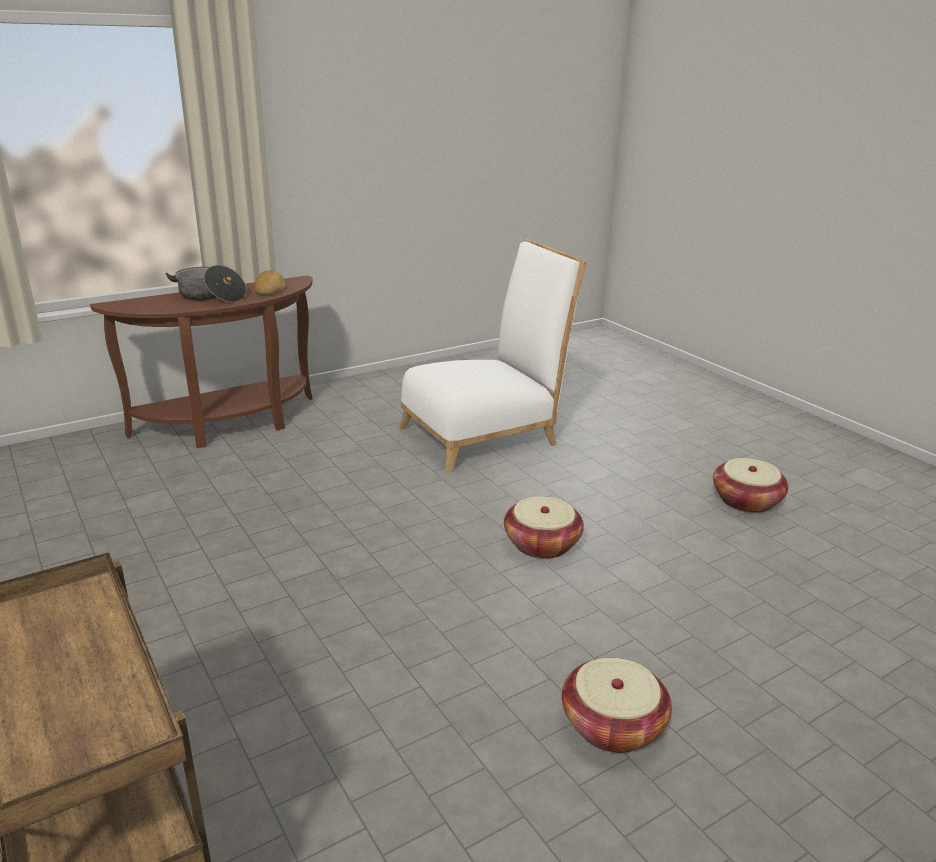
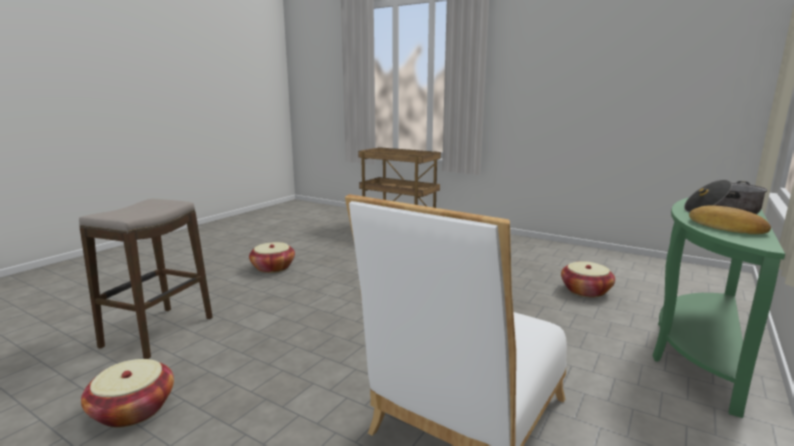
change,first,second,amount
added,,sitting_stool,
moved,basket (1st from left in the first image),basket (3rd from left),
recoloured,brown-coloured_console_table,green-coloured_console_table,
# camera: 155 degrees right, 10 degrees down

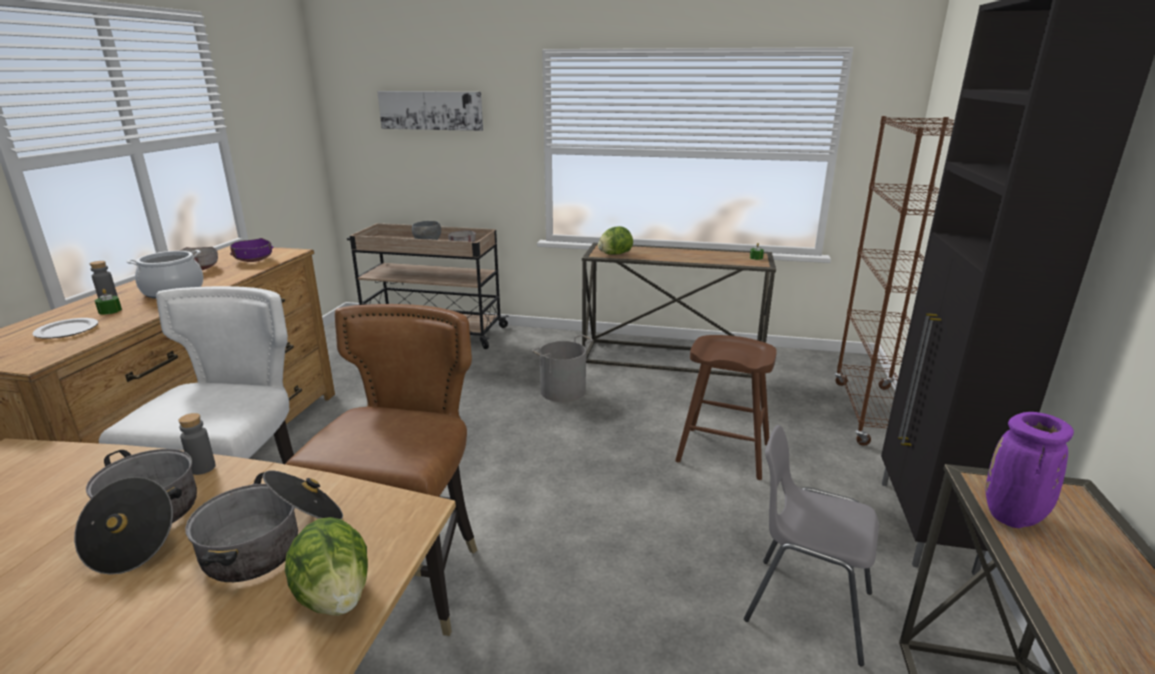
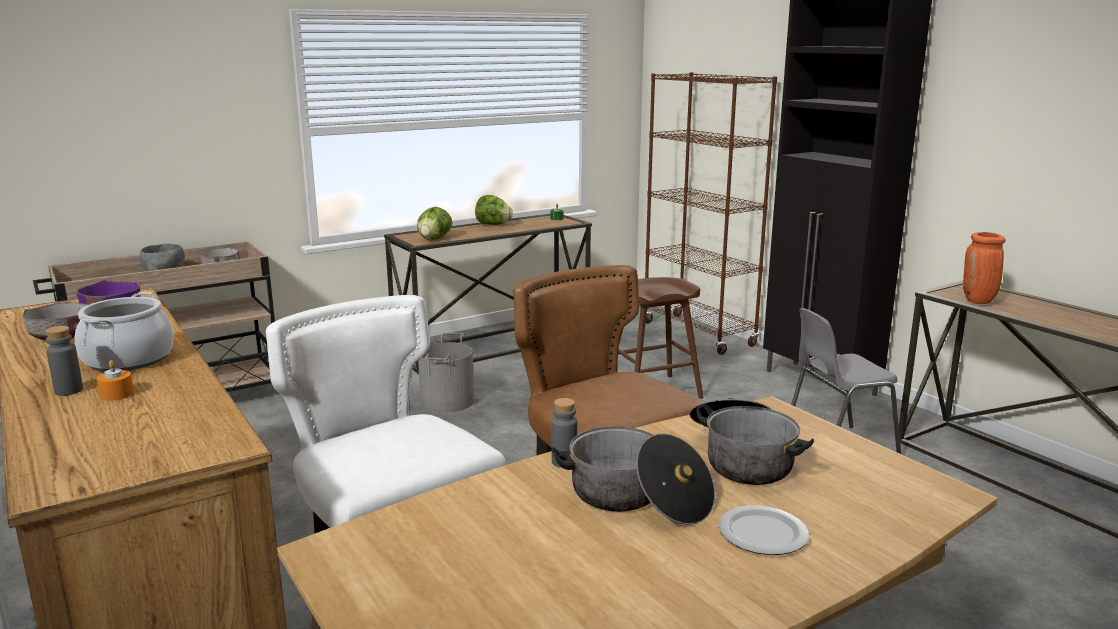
change,first,second,amount
recoloured,green-coloured_wax_candle (1st from left),orangey_wax_candle,
moved,head_of_lettuce (1st from left in the first image),head_of_lettuce (2nd from left),
moved,plate,,
recoloured,purplish_decorative_vase,orangey_decorative_vase,
removed,picture,,
# camera: 45 degrees left, 5 degrees down

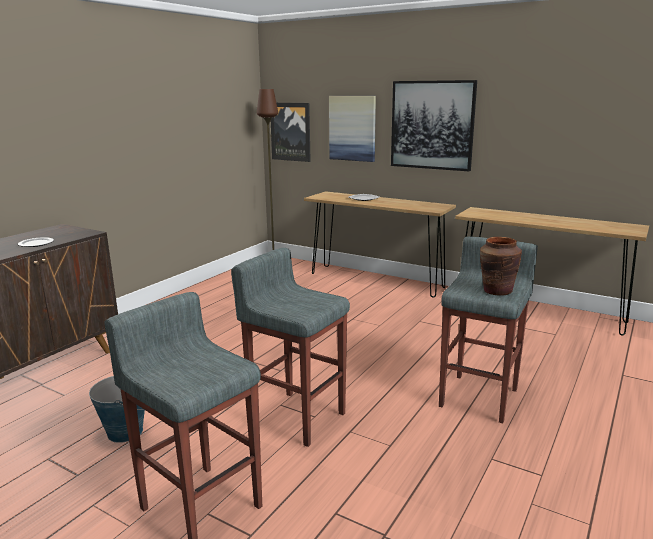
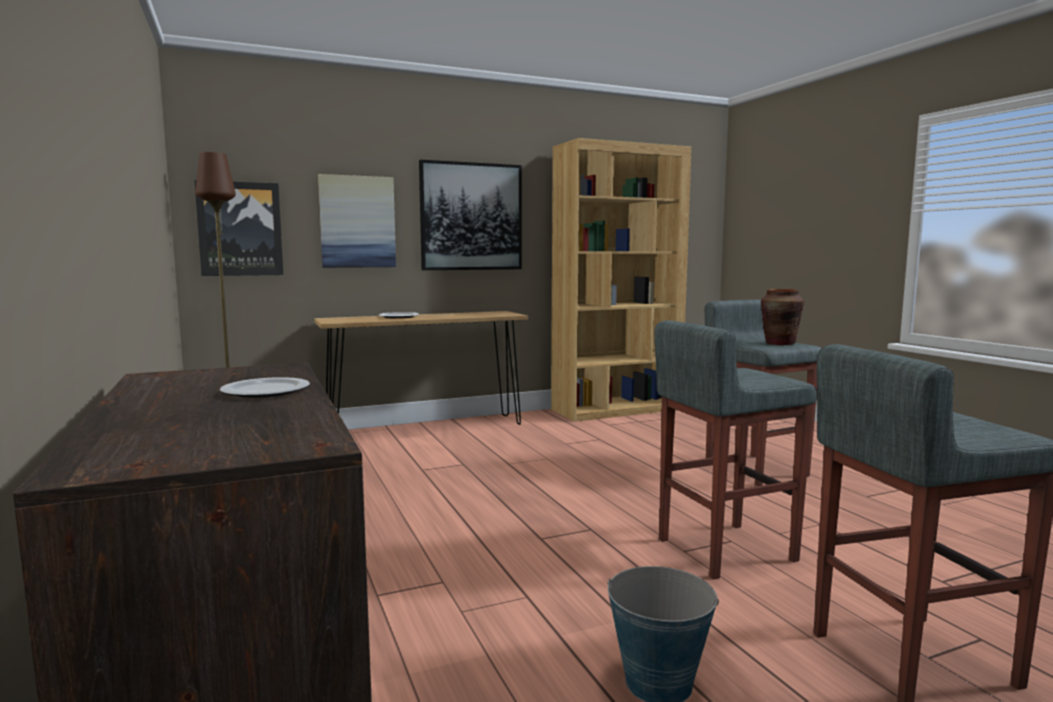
change,first,second,amount
replaced,brown-coloured_console_table (2nd from left),brown-coloured_shelving_unit,
# camera: 55 degrees left, 10 degrees down

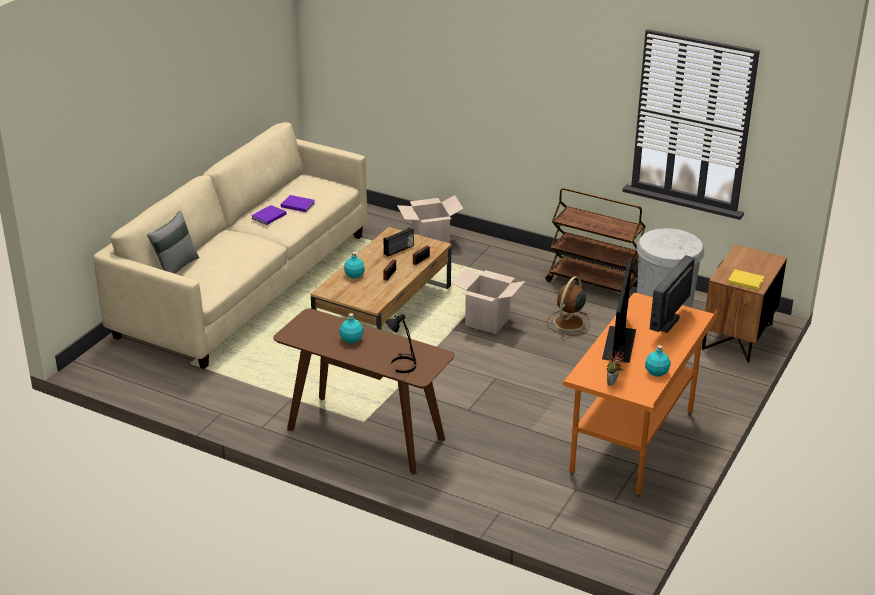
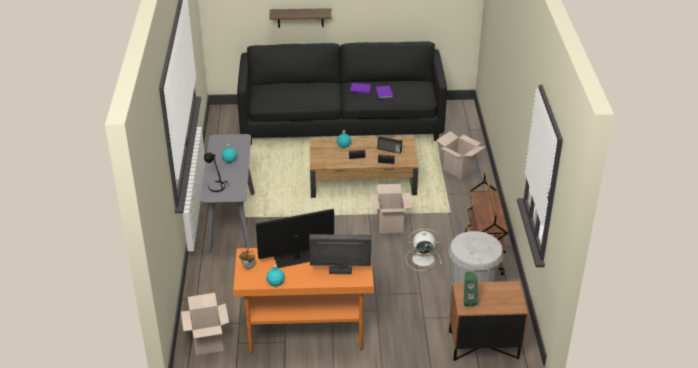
change,first,second,amount
added,,cardboard_box (1st from left),
recoloured,brown-coloured_console_table,gray_console_table,
recoloured,beige_sofa,black_sofa,
added,,bracket_shelf,
recoloured,brown-coloured_electric_fan,white_electric_fan,
replaced,yellow_bound_book,green-coloured_loudspeaker,
removed,gray_cushion,,
# camera: 60 degrees right, 5 degrees up

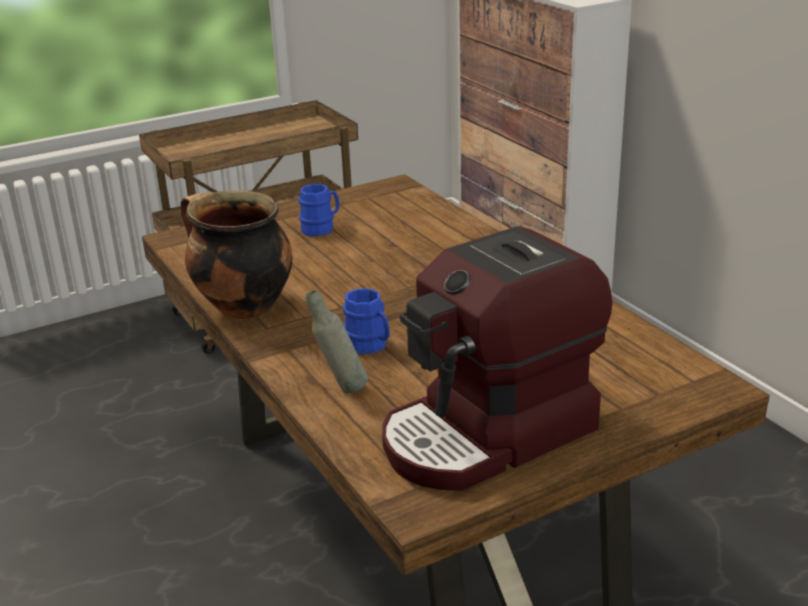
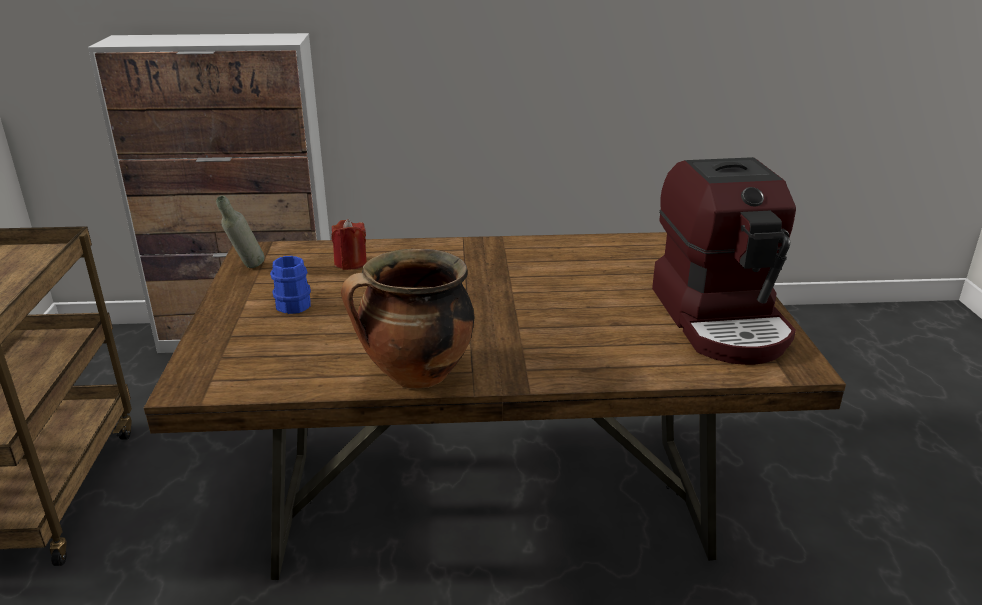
change,first,second,amount
moved,gray_beverage_bottle,,
added,,red_wax_candle,
removed,bluish_coffee_mug (2nd from left),,
# camera: 65 degrees left, 0 degrees up

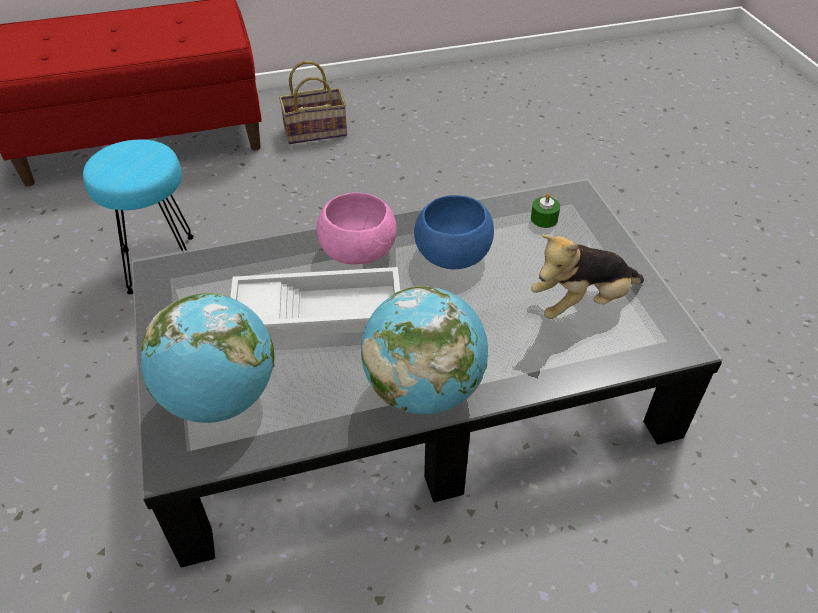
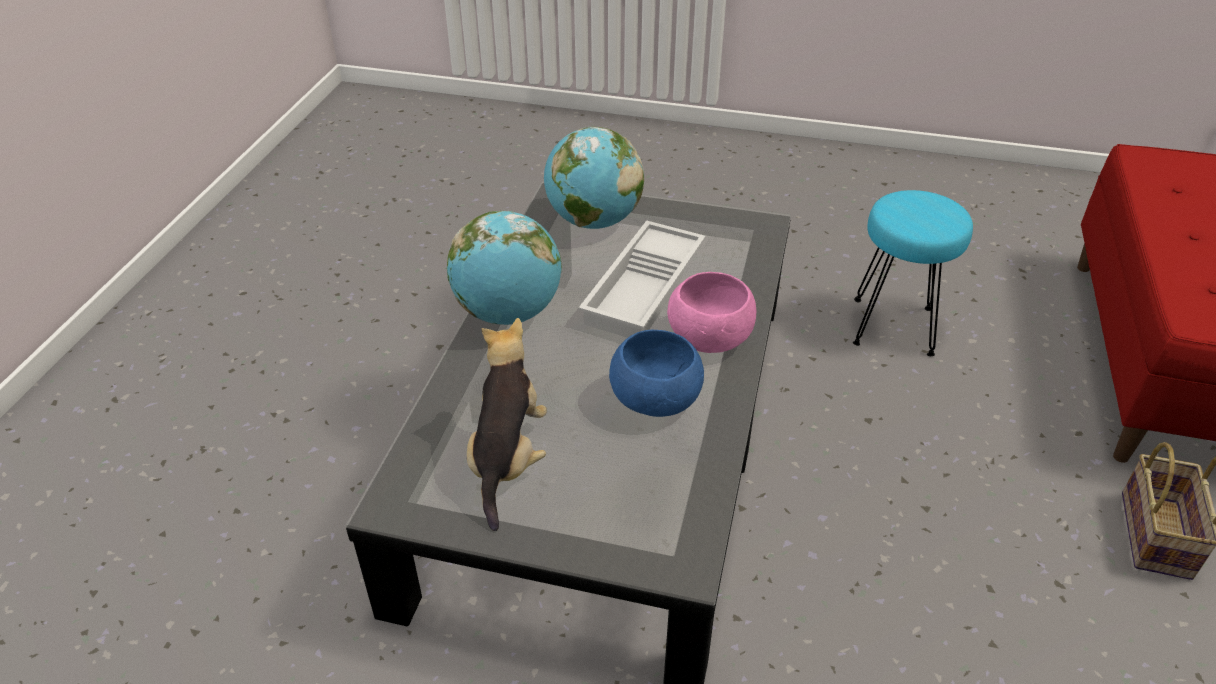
change,first,second,amount
removed,green-coloured_wax_candle,,
# camera: 120 degrees right, 5 degrees down

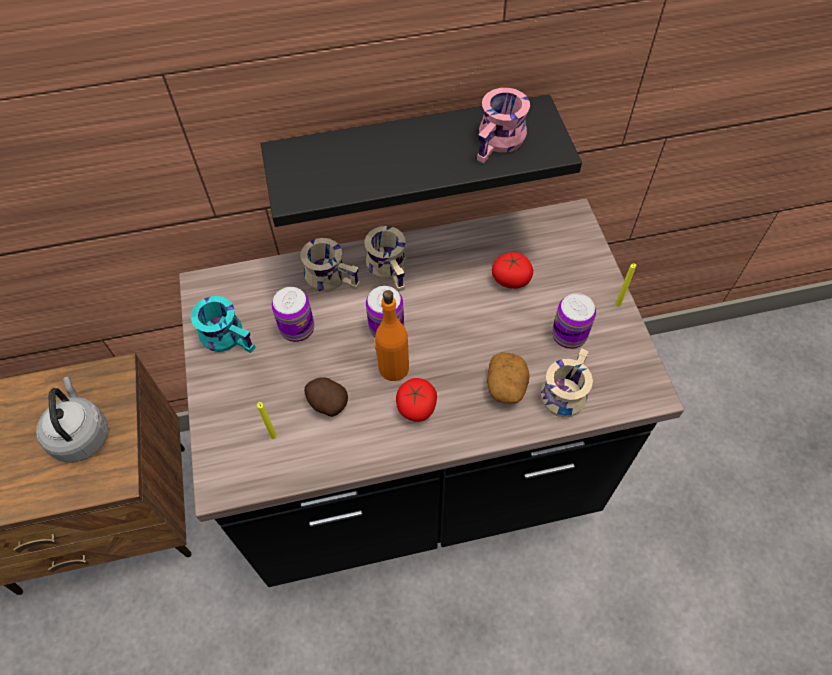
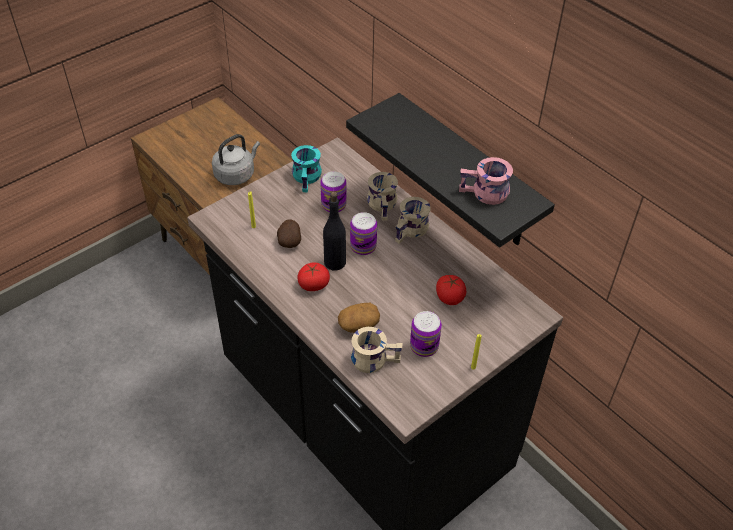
change,first,second,amount
recoloured,orangey_beverage_bottle,black_beverage_bottle,
# camera: 60 degrees right, 10 degrees down

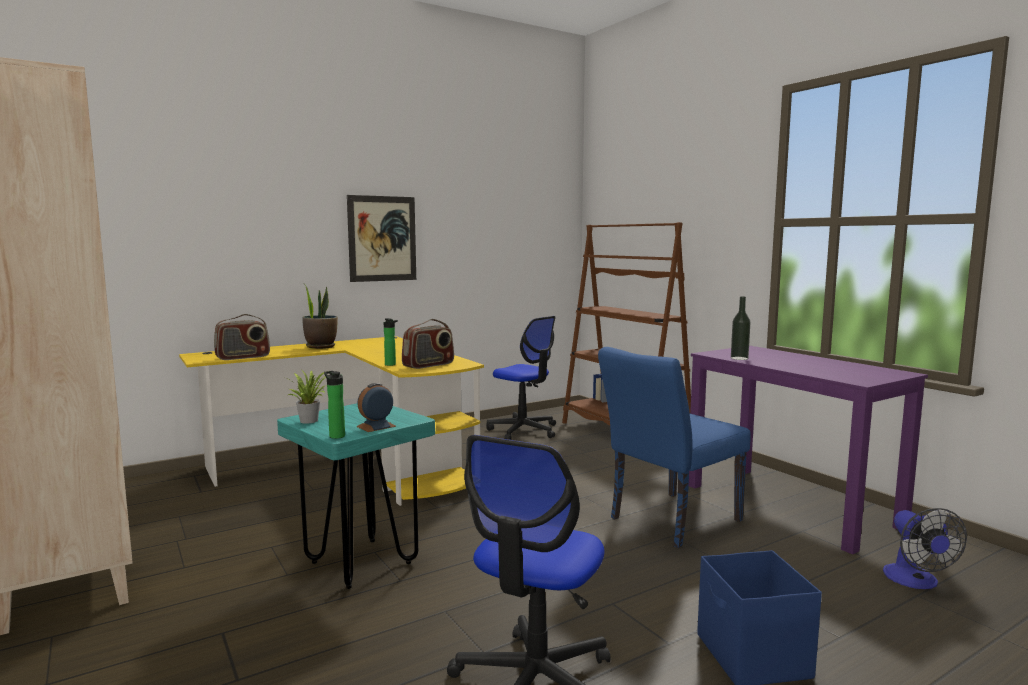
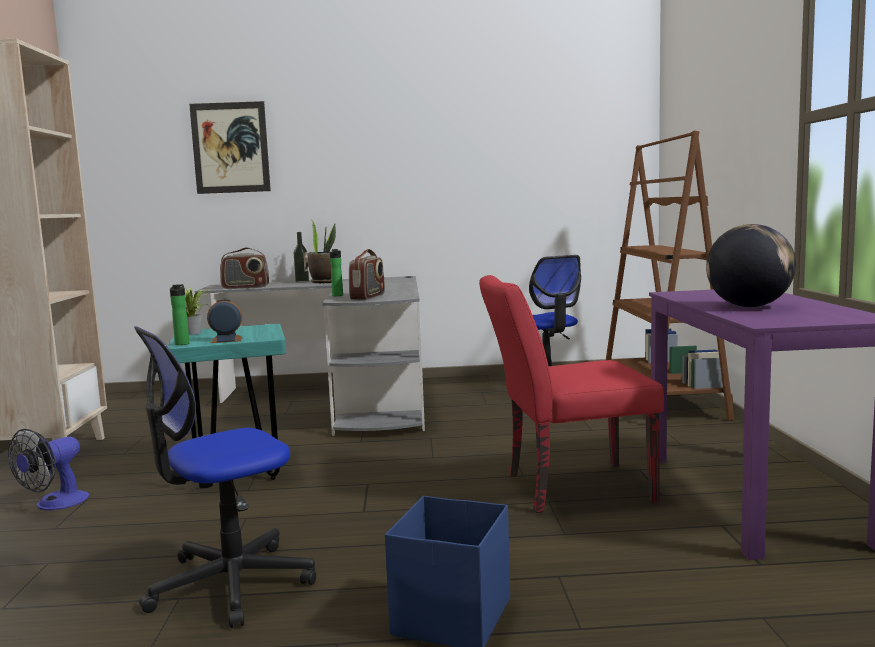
change,first,second,amount
moved,electric_fan,,
moved,picture,,
recoloured,yellow_desk_unit,gray_desk_unit,
moved,beverage_bottle (3rd from left in the first image),beverage_bottle (2nd from left),
turned,radio (2nd from left),,60 degrees counterclockwise
recoloured,bluish_chair,red_chair,
added,,globe,
# camera: 30 degrees right, 0 degrees up

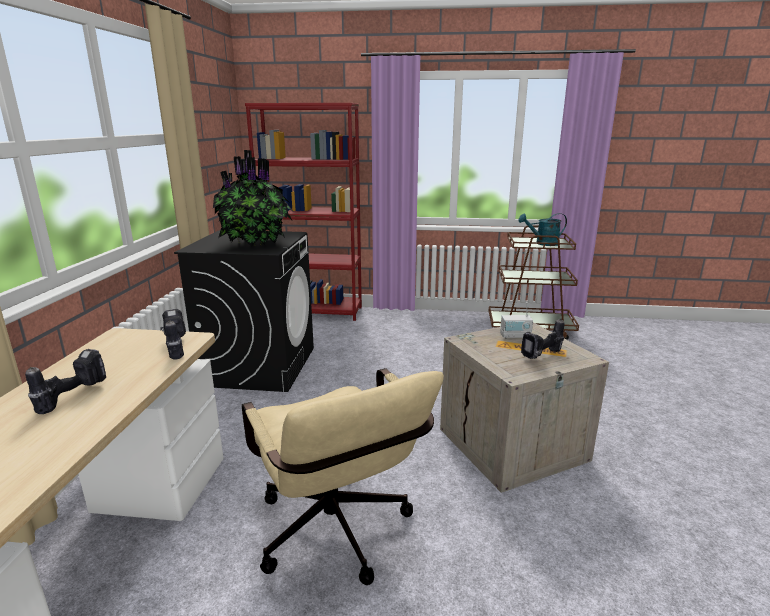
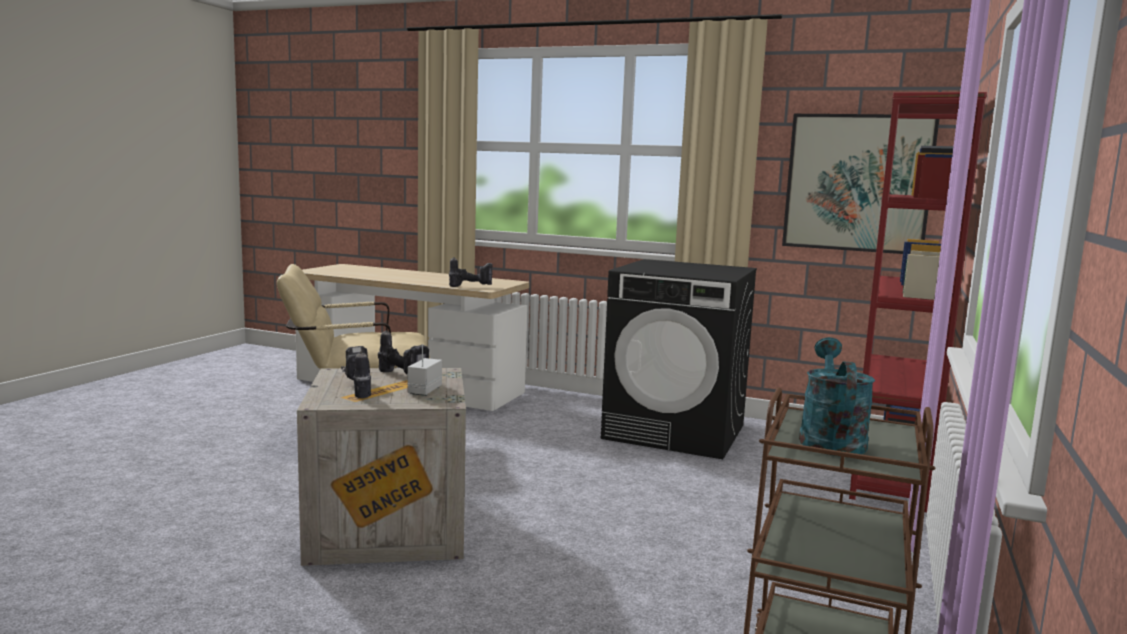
change,first,second,amount
moved,drill (1st from left in the first image),drill (2nd from left),
added,,picture,
removed,houseplant,,
# camera: 105 degrees right, 10 degrees down

